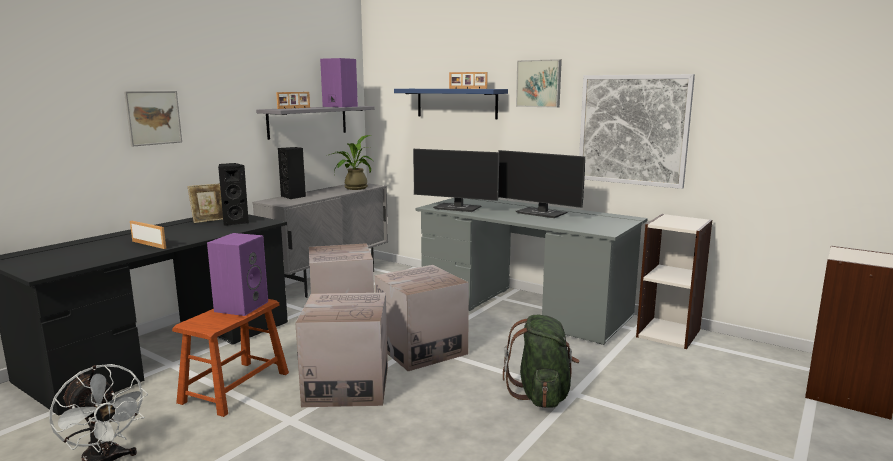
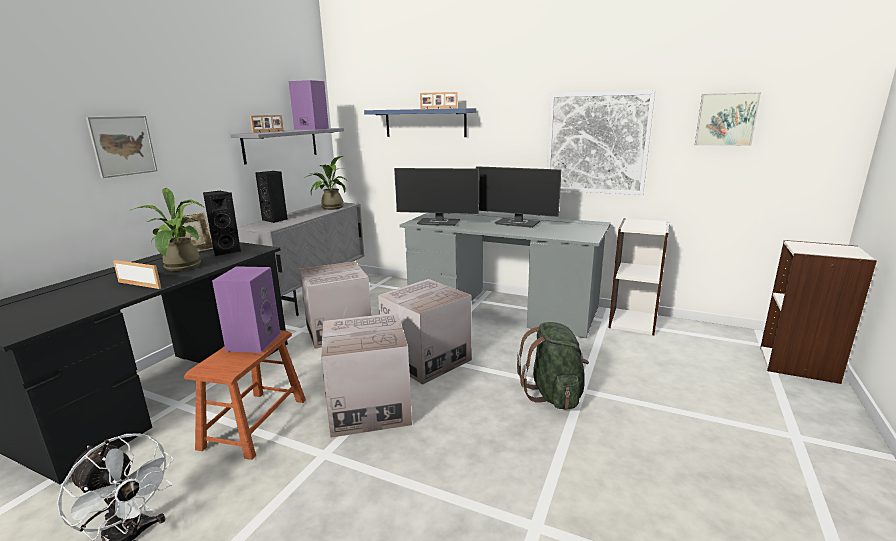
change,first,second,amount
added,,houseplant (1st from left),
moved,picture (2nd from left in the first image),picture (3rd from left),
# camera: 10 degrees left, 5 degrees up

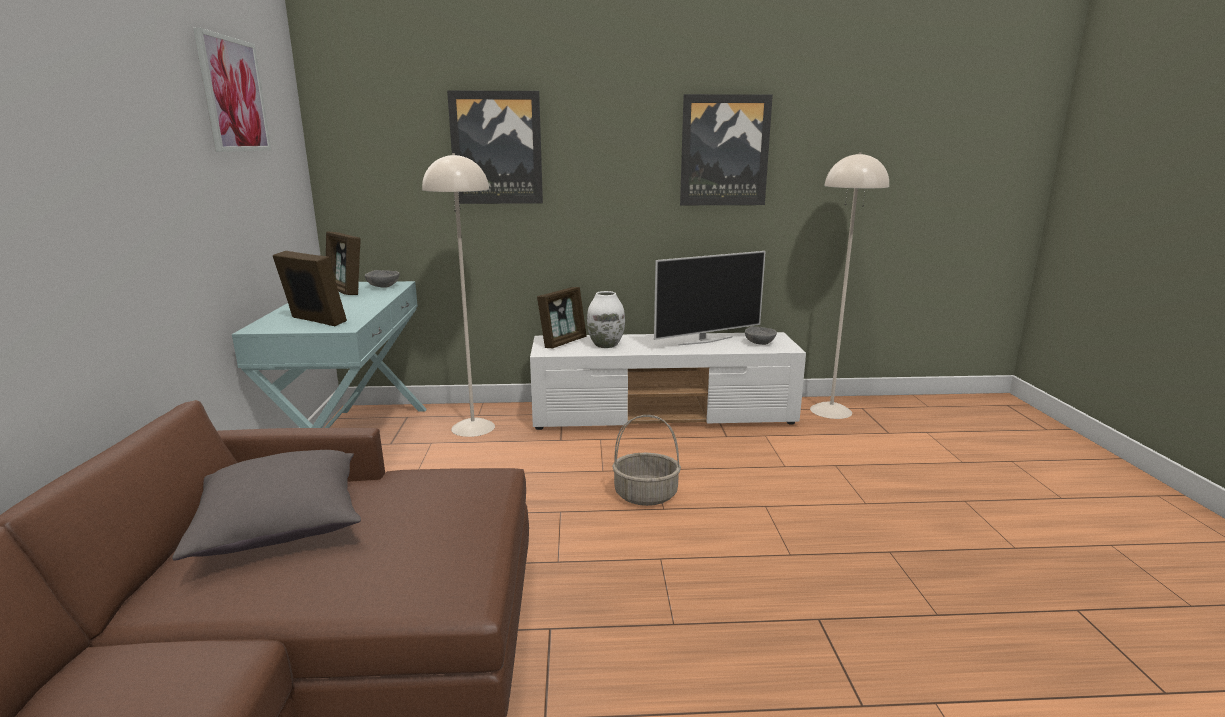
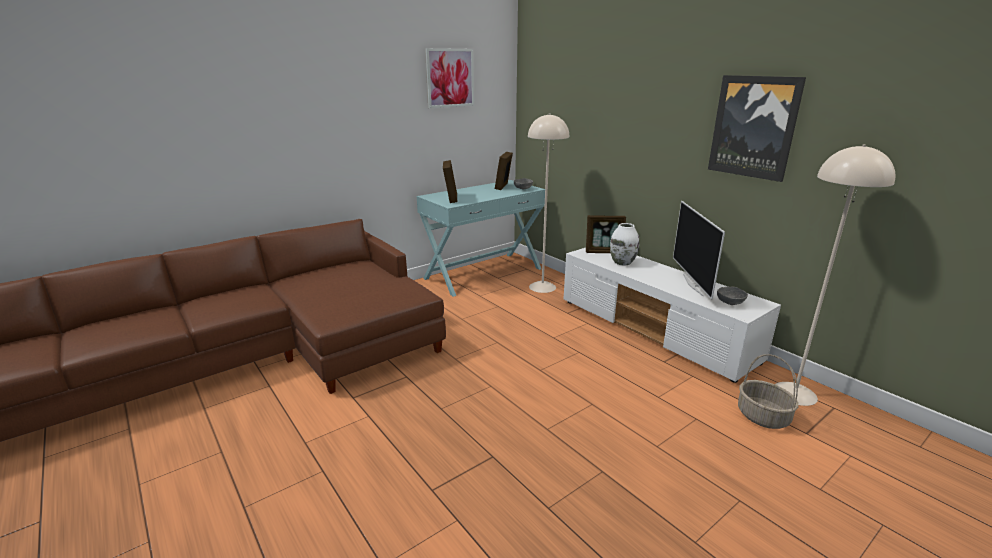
change,first,second,amount
turned,television,,60 degrees clockwise
moved,basket,,
removed,gray_cushion,,
removed,picture (2nd from left),,
# camera: 55 degrees right, 5 degrees up

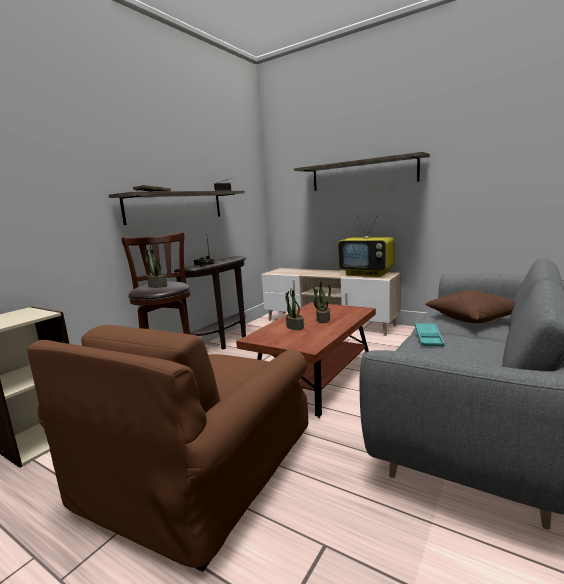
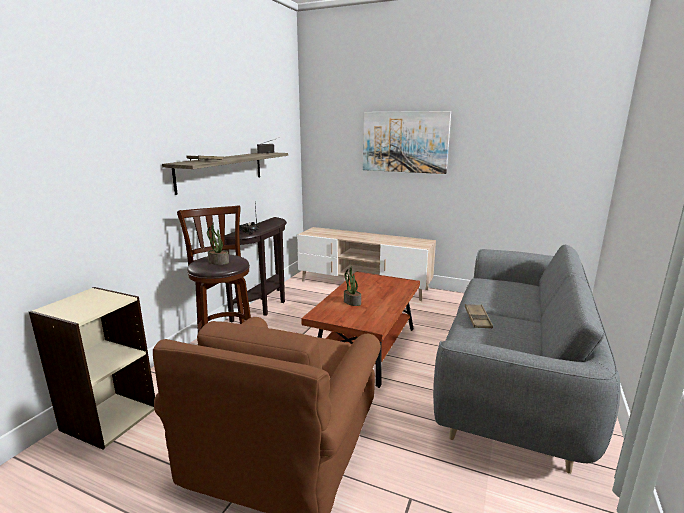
change,first,second,amount
replaced,bracket_shelf (2nd from left),picture,
recoloured,turquoise_carrying_tray,brown-coloured_carrying_tray (2nd from left),
removed,houseplant (3rd from left),,
removed,television,,
removed,brown-coloured_cushion,,
# camera: 10 degrees left, 5 degrees up

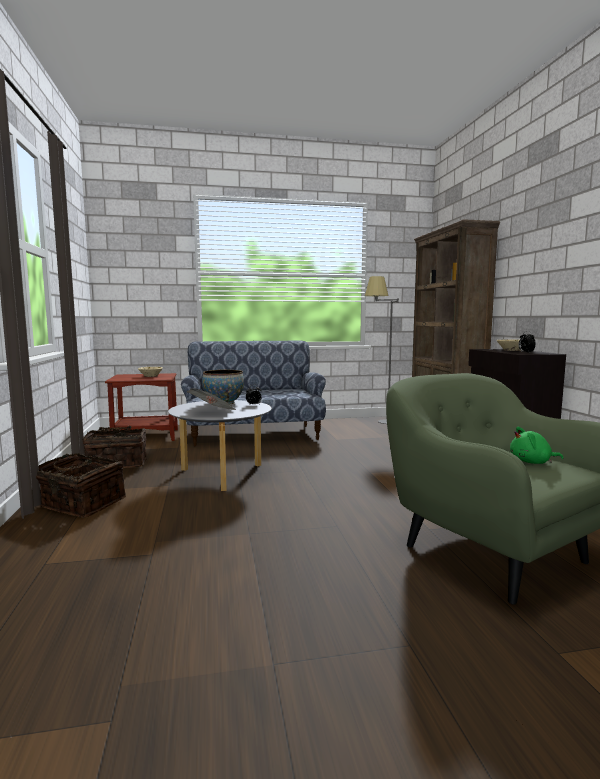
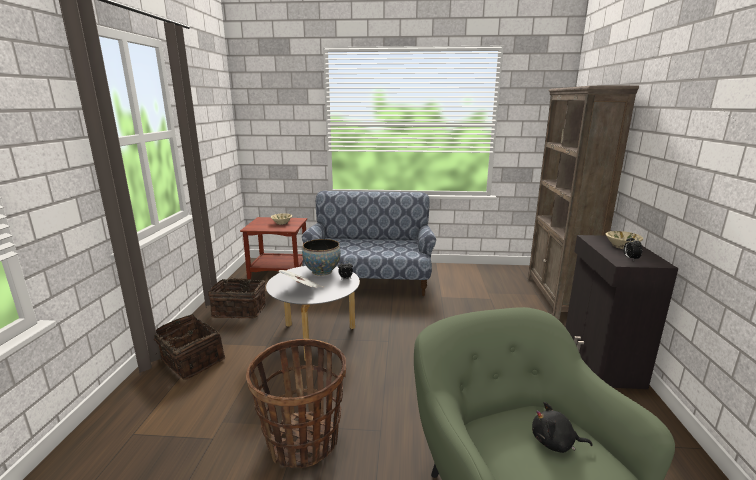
change,first,second,amount
added,,basket (3rd from left),
recoloured,green-coloured_plush_toy,black_plush_toy,
removed,gray_floor_lamp,,
# camera: 15 degrees right, 10 degrees up

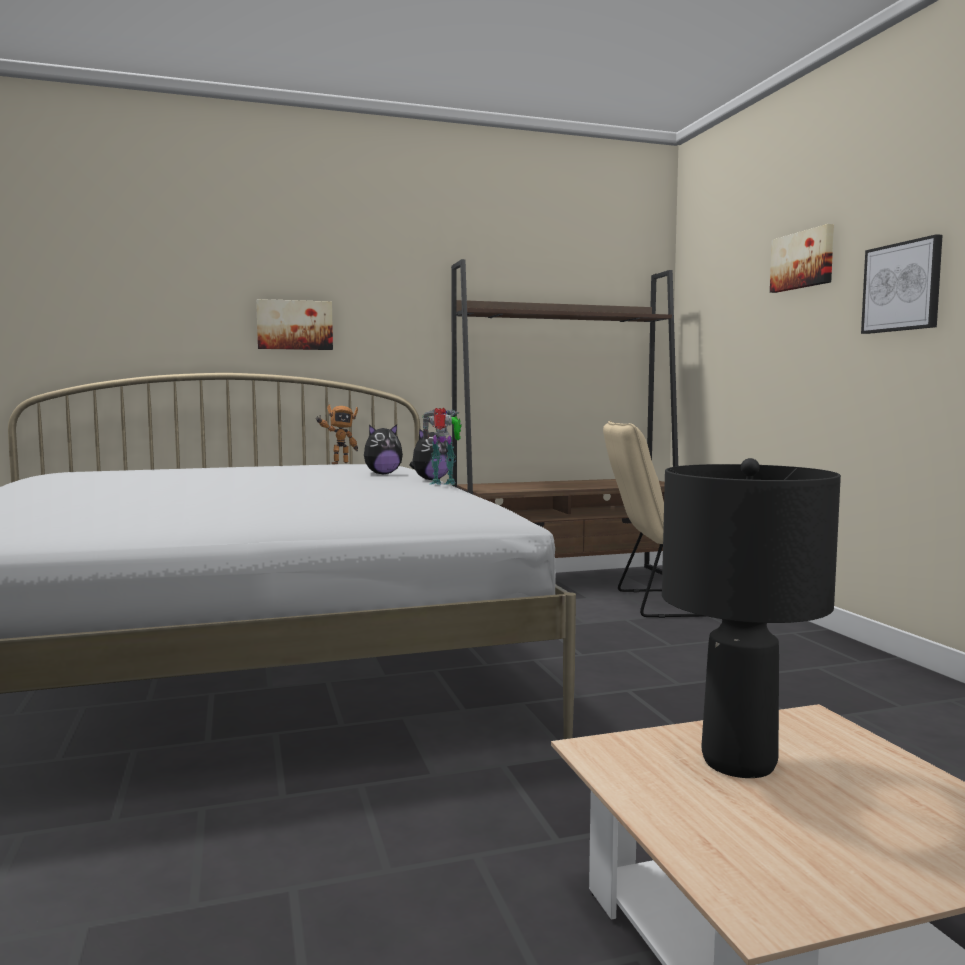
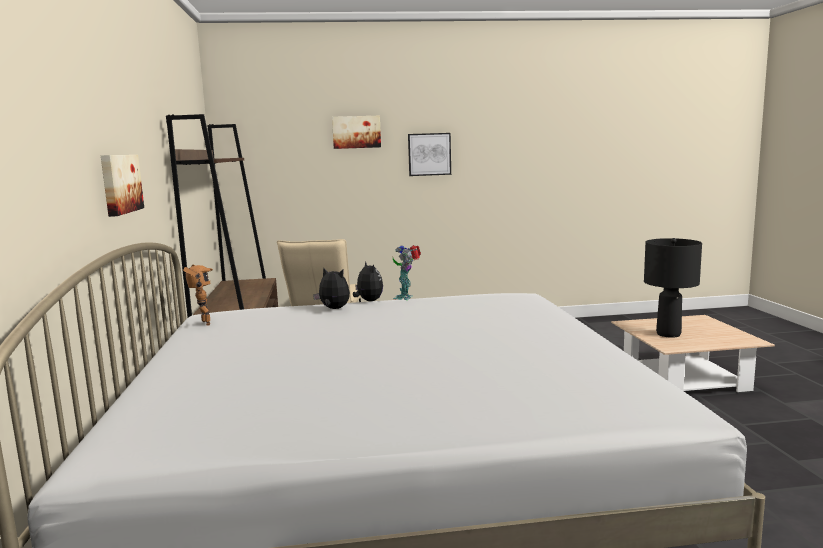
change,first,second,amount
turned,plush_toy (1st from left),,45 degrees counterclockwise
# camera: 80 degrees left, 5 degrees up

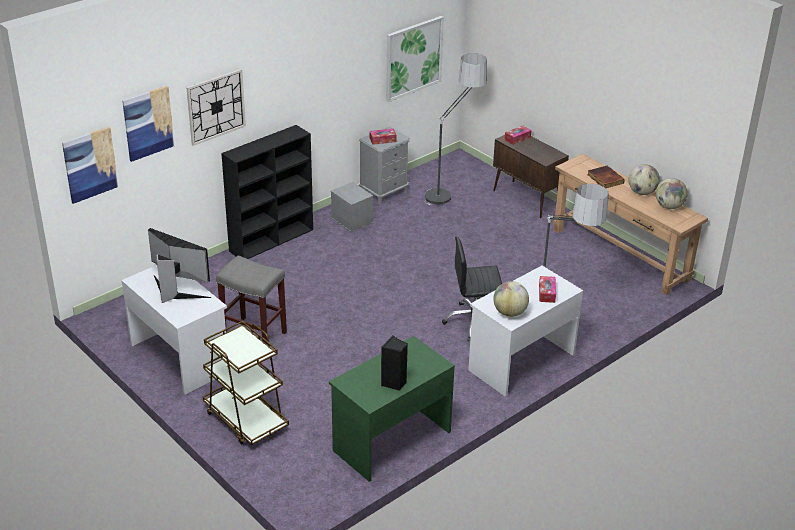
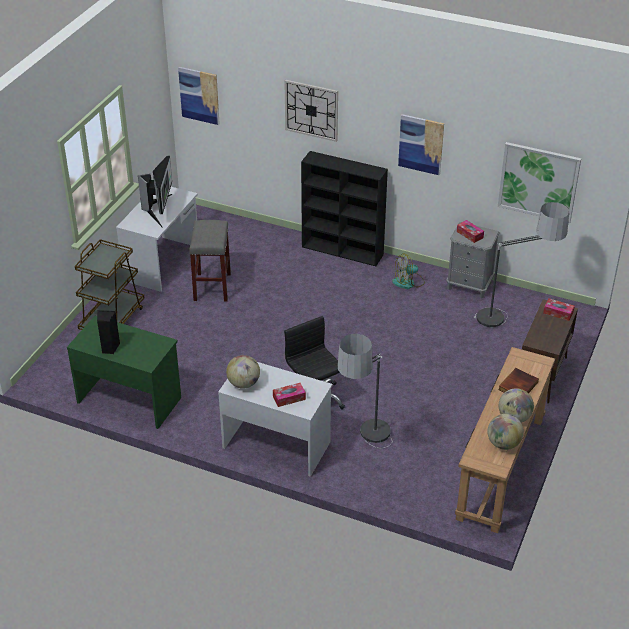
change,first,second,amount
replaced,gray_storage_box,electric_fan,
moved,picture (2nd from left),,
# camera: 65 degrees right, 5 degrees up

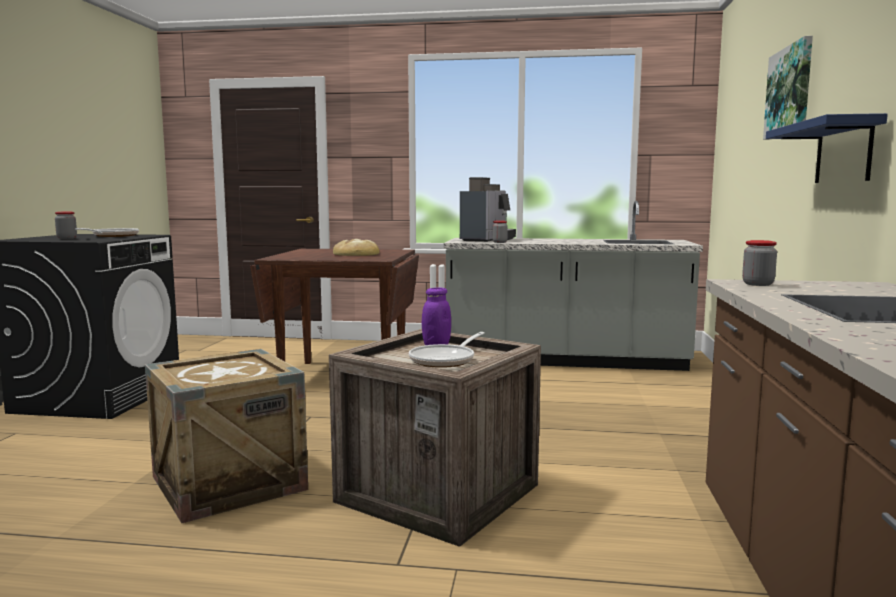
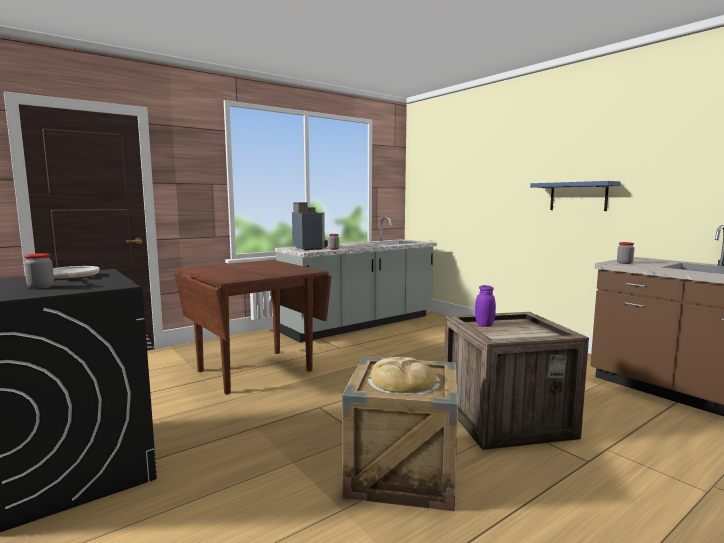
change,first,second,amount
moved,baked_bread,,
removed,frying_pan (2nd from left),,
removed,picture,,
# camera: 45 degrees left, 0 degrees up

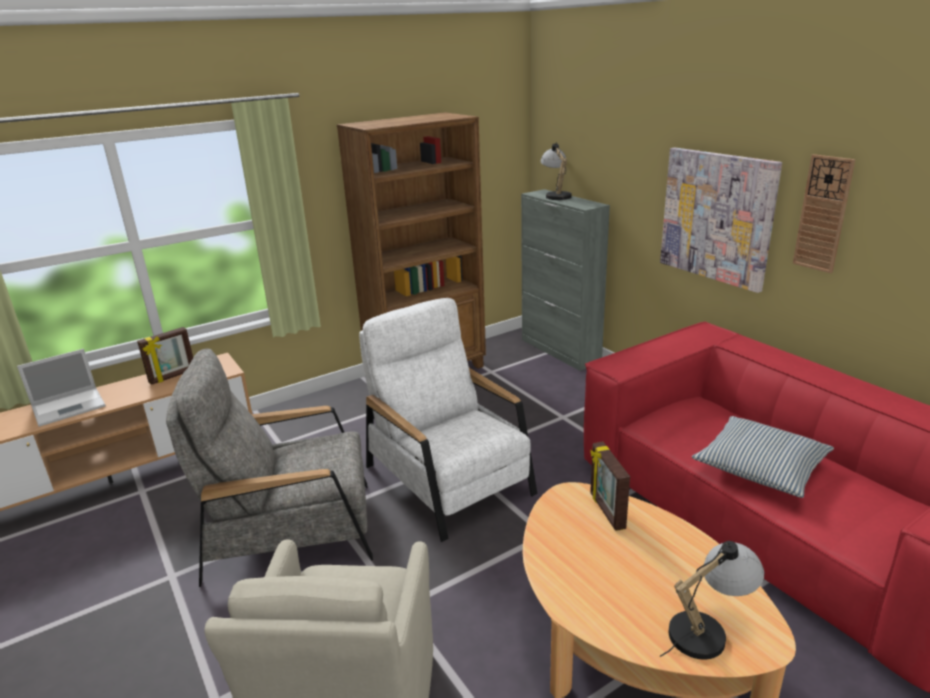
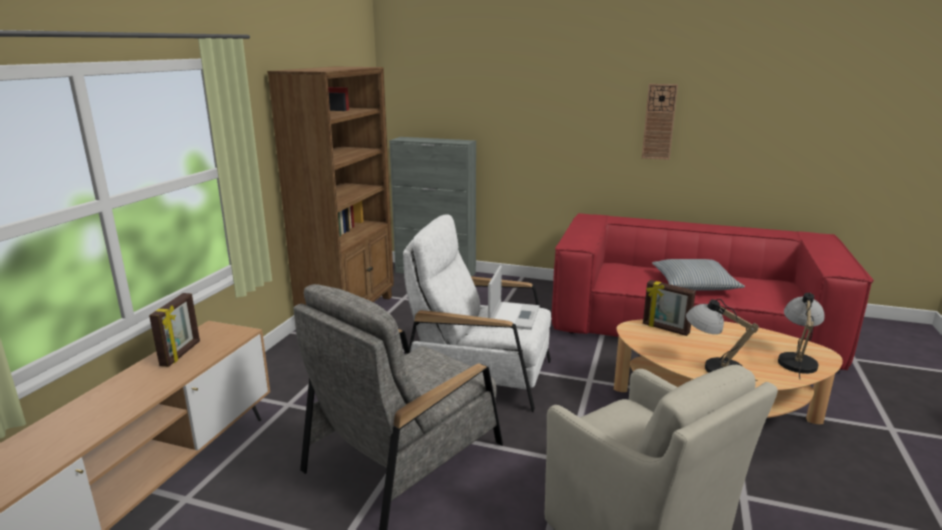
change,first,second,amount
moved,portable_computer,,
moved,tabletop_lamp (1st from left),,
removed,picture,,
# camera: 40 degrees left, 5 degrees down

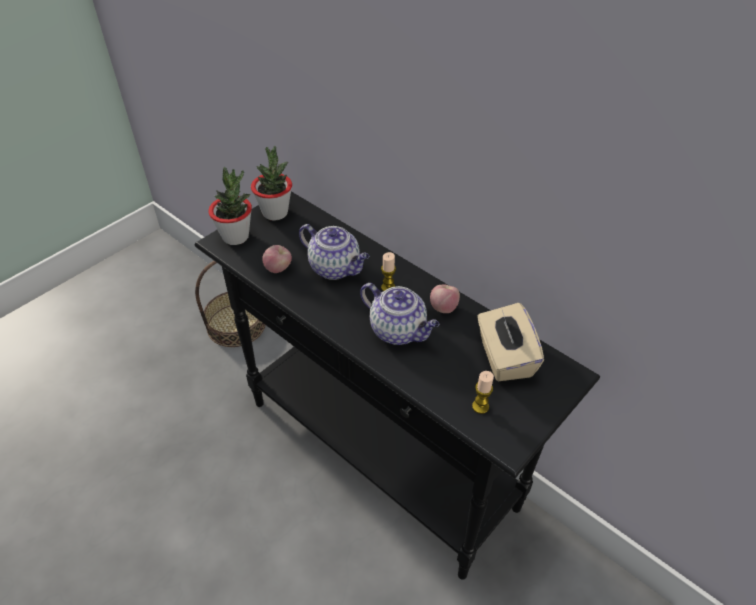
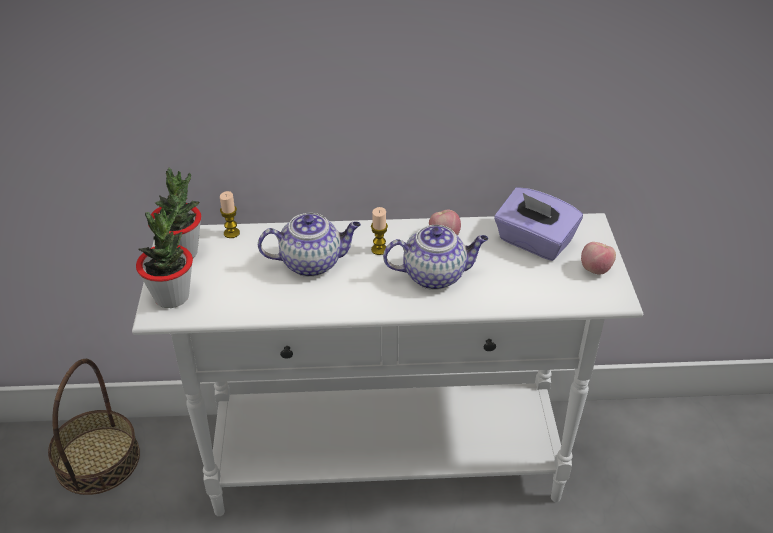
change,first,second,amount
recoloured,black_console_table,white_console_table,
moved,wax_candle (2nd from left in the first image),wax_candle (1st from left),
recoloured,beige_tissue_box,purplish_tissue_box,
moved,apple (1st from left in the first image),apple (2nd from left),
# camera: 45 degrees left, 5 degrees down

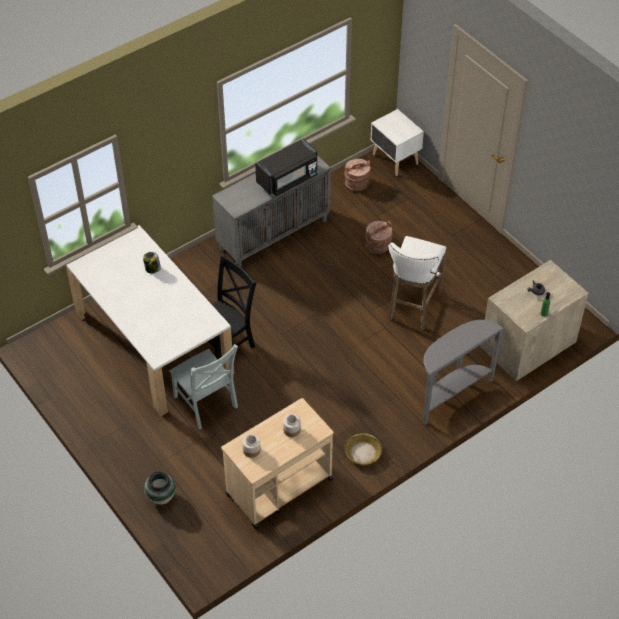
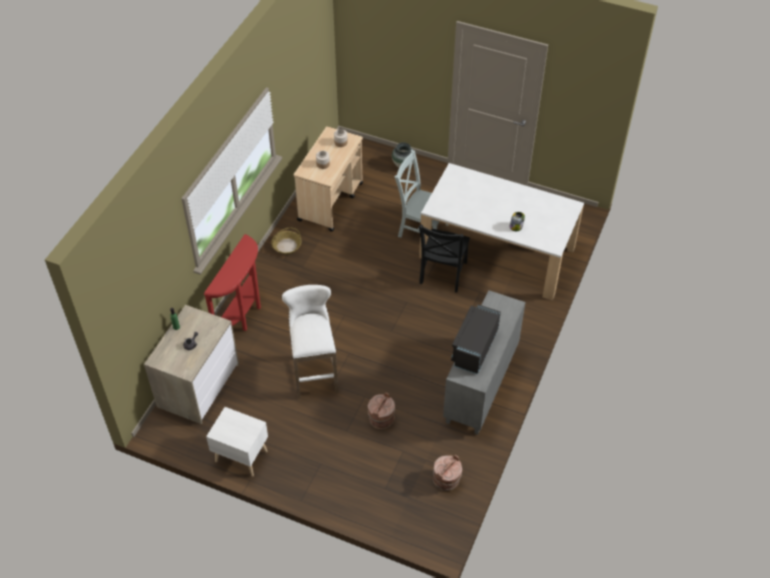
change,first,second,amount
recoloured,gray_console_table,red_console_table,
moved,white_bedside_table,,
# camera: 150 degrees right, 0 degrees up

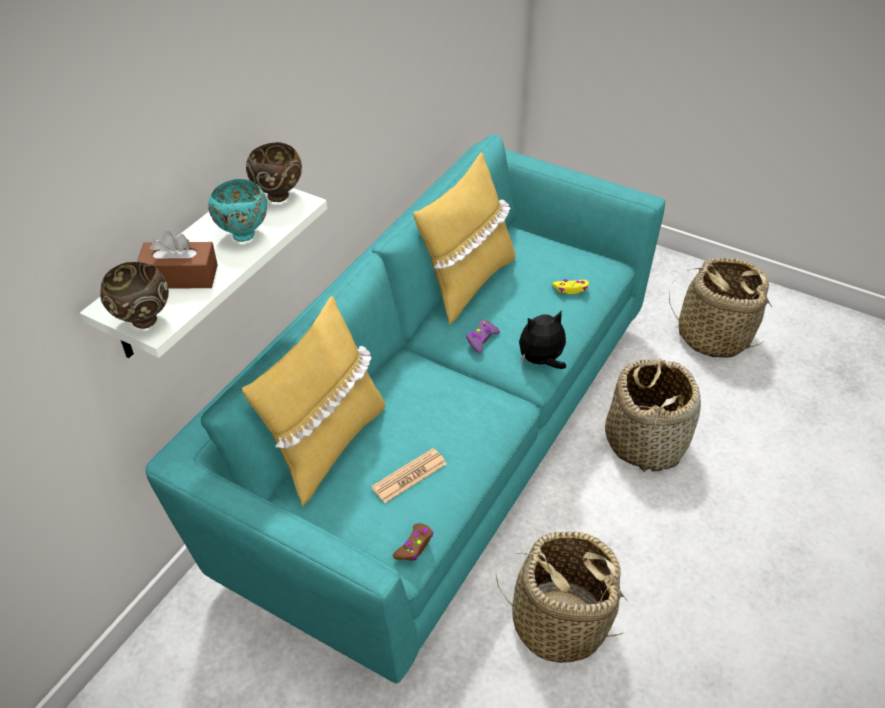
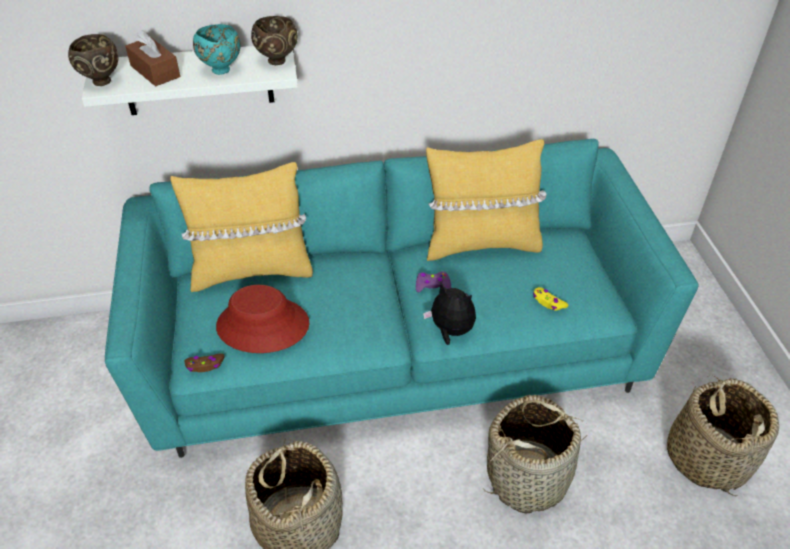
change,first,second,amount
replaced,newspaper,red_wearable_hat,
# camera: 50 degrees right, 0 degrees up

